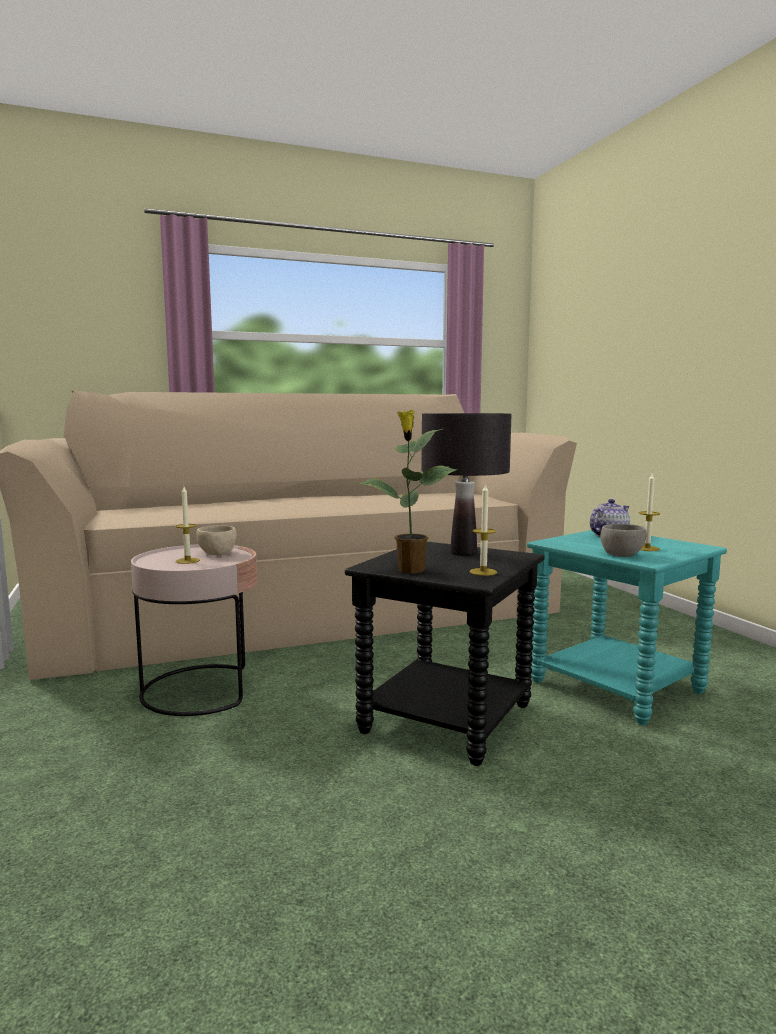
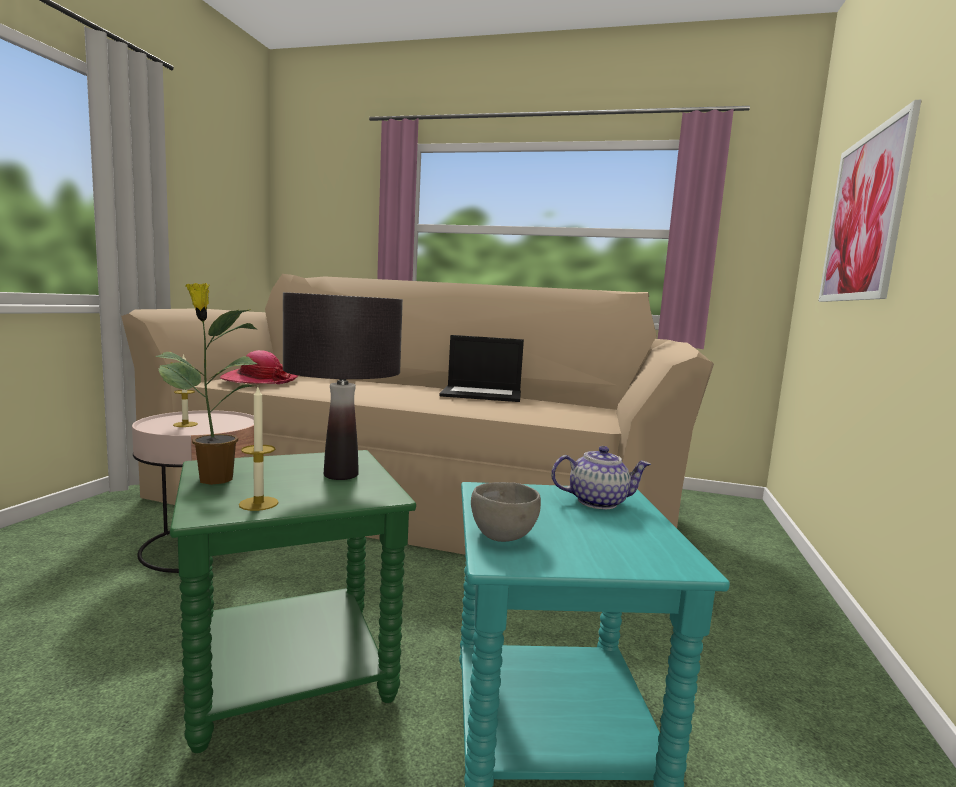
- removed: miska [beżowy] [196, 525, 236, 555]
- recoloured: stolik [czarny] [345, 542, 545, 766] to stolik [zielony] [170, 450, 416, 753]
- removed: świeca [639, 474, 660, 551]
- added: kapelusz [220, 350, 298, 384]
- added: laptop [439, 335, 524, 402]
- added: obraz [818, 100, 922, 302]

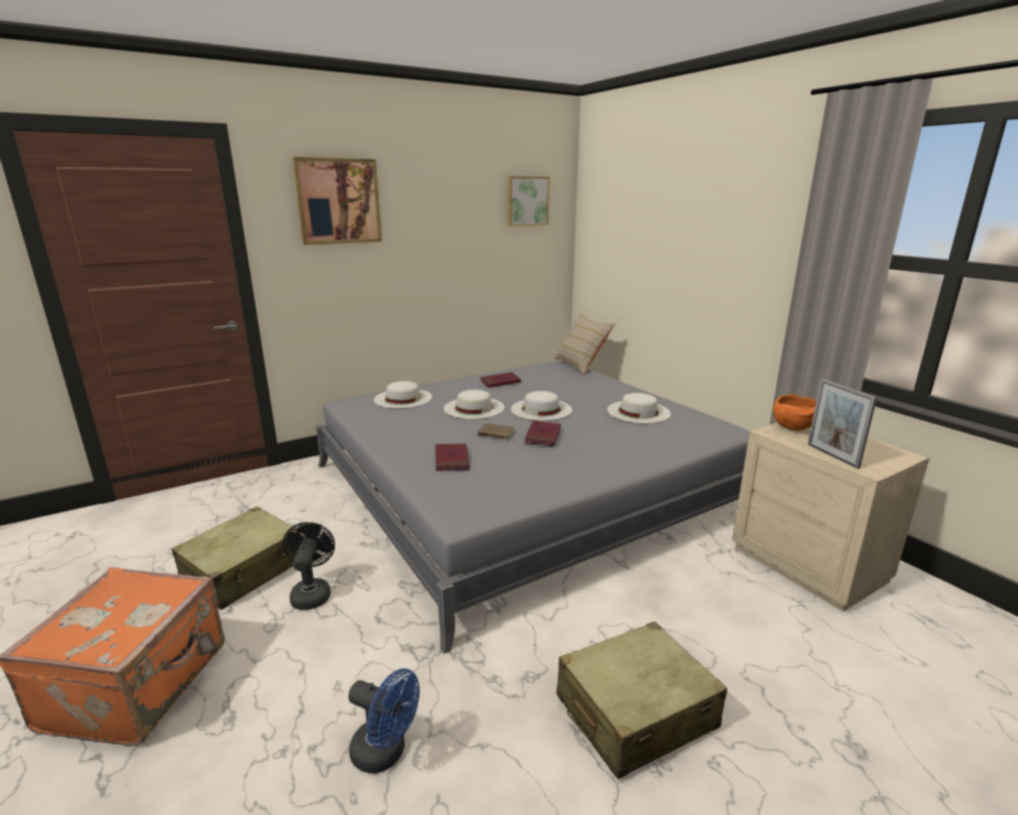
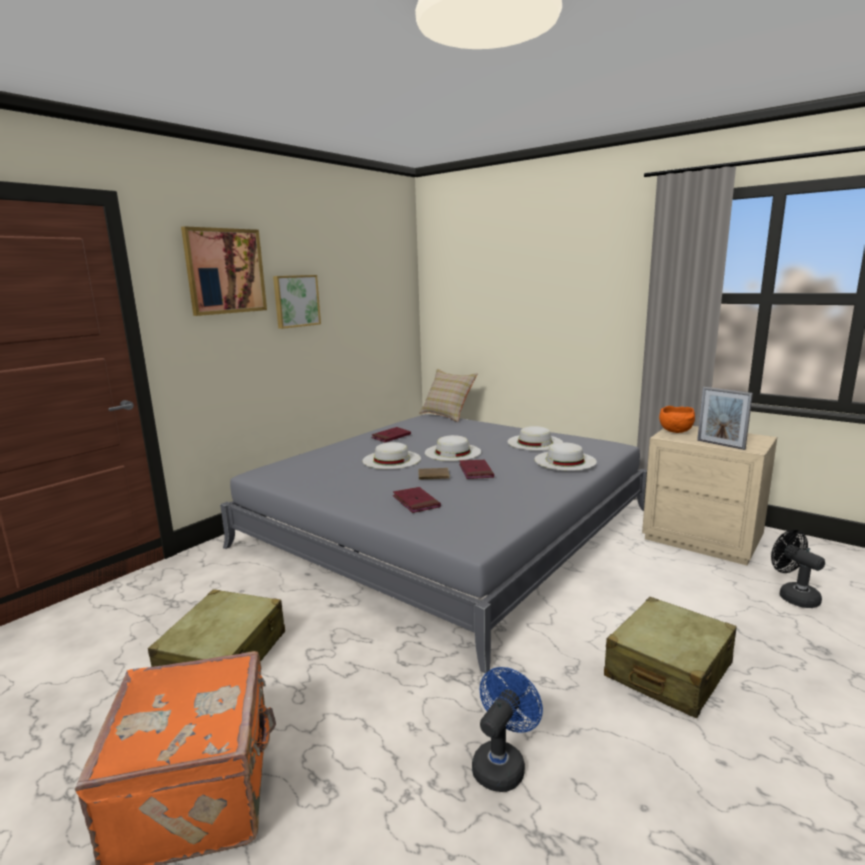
- moved: wentylator [czarny] [282, 522, 335, 610] to [771, 529, 825, 608]
- turned: wentylator [niebieski] [349, 668, 420, 774] = [472, 667, 543, 792] 60 degrees counterclockwise
- moved: kapelusz [biały] [374, 381, 432, 408] to [535, 442, 597, 471]
- moved: obraz [507, 176, 550, 226] to [273, 275, 321, 329]

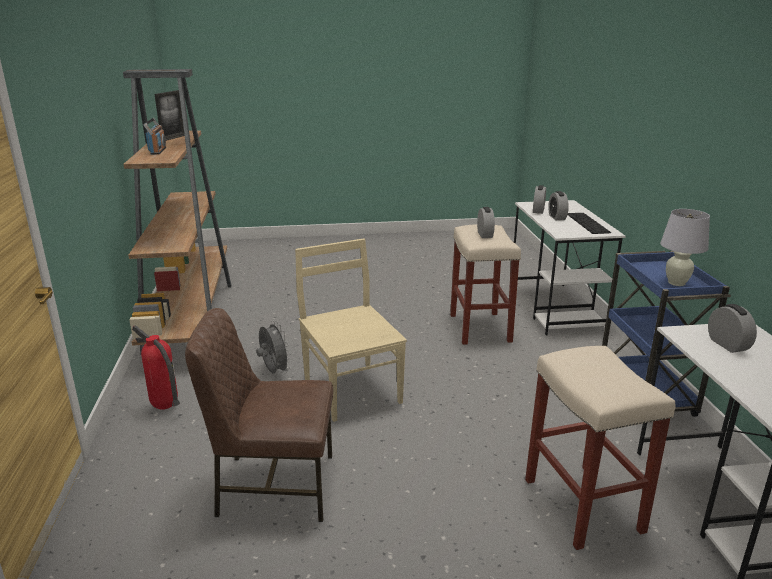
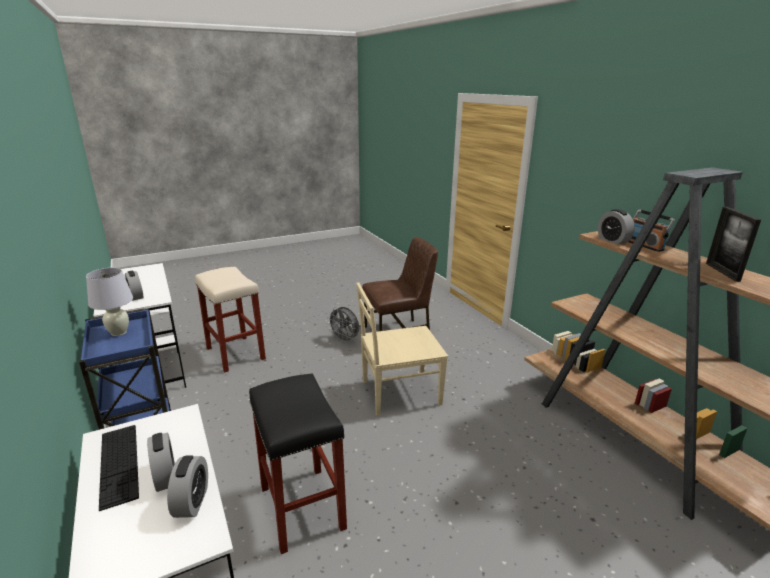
- removed: gaśnica [132, 325, 180, 410]
- moved: wentylator [szary] [256, 321, 291, 374] to [327, 307, 359, 343]
- turned: krzesło [beżowy] [295, 238, 407, 422] = [356, 282, 448, 416] 120 degrees clockwise
- recoloured: stołek [beżowy] [450, 224, 521, 345] to stołek [czarny] [249, 373, 347, 554]
- moved: budzik [477, 207, 495, 238] to [598, 209, 635, 245]

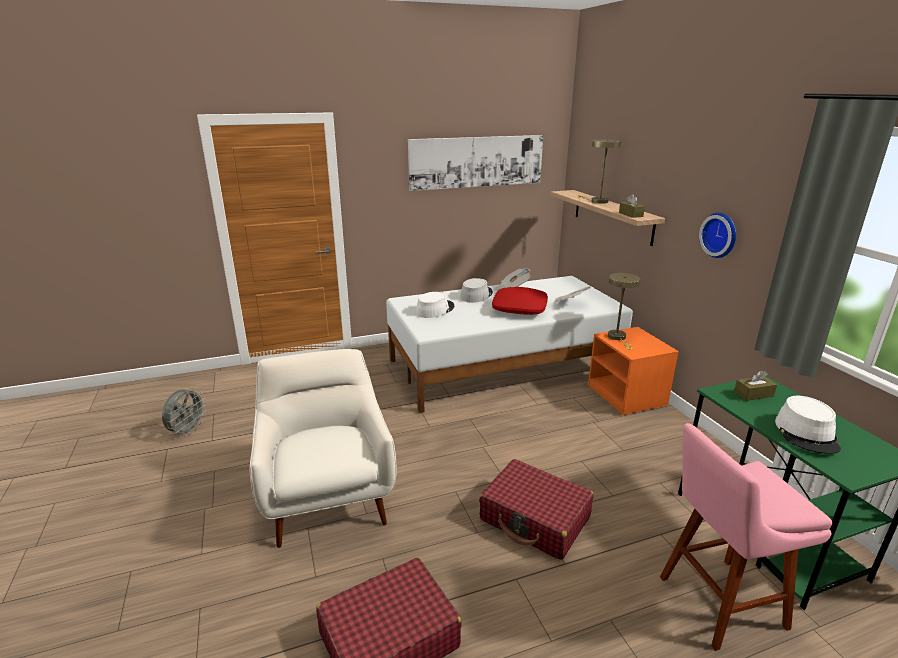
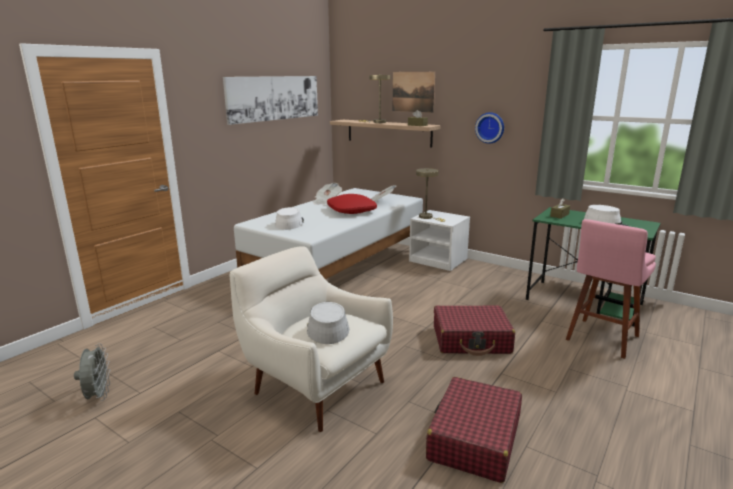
- moved: kapelusz [szary] [460, 278, 493, 303] to [307, 302, 349, 344]
- recoloured: szafka nocna [pomarańczowy] [588, 327, 679, 415] to szafka nocna [biały] [409, 210, 470, 271]
- added: obraz [393, 72, 435, 113]

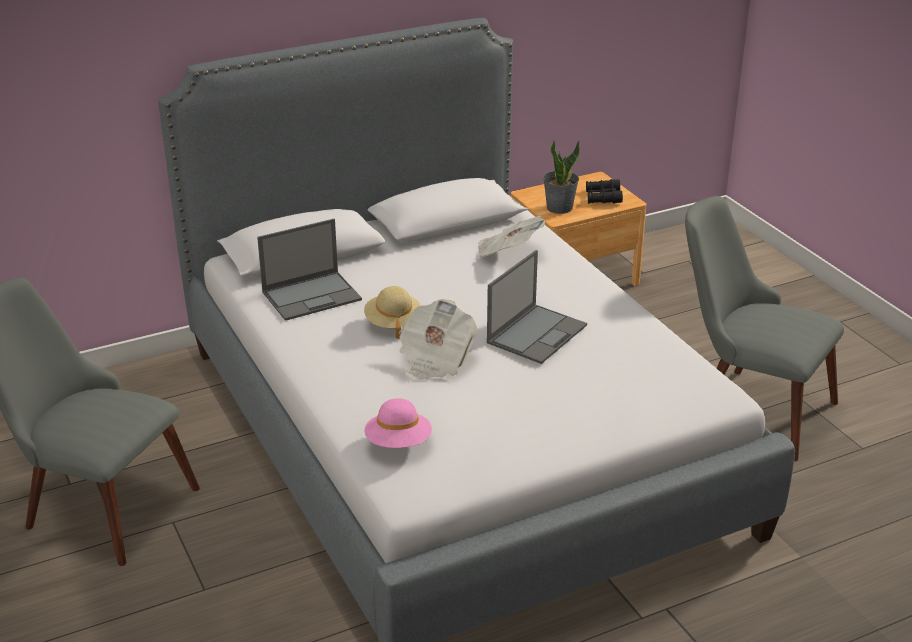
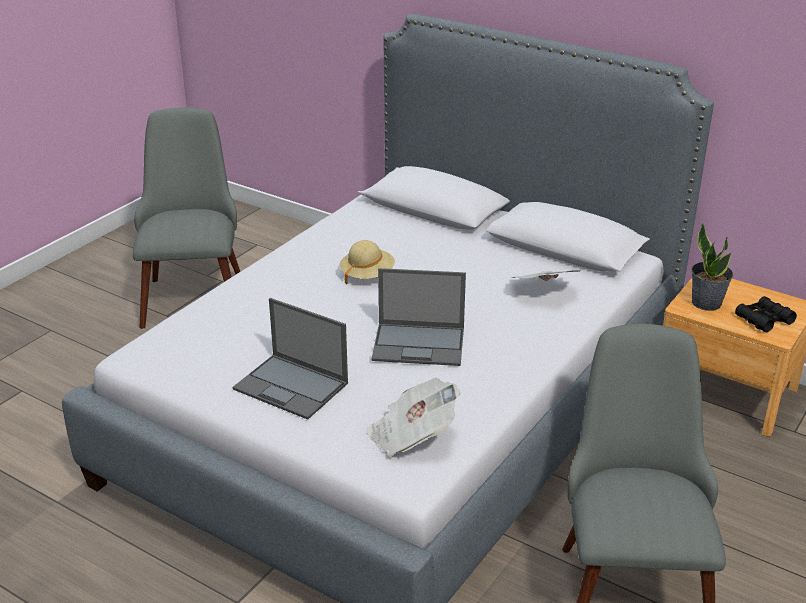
- moved: laptop [257, 219, 362, 321] to [233, 298, 348, 420]
- removed: kapelusz [różowy] [365, 398, 432, 448]
- moved: gazeta [399, 299, 477, 380] to [366, 378, 460, 456]

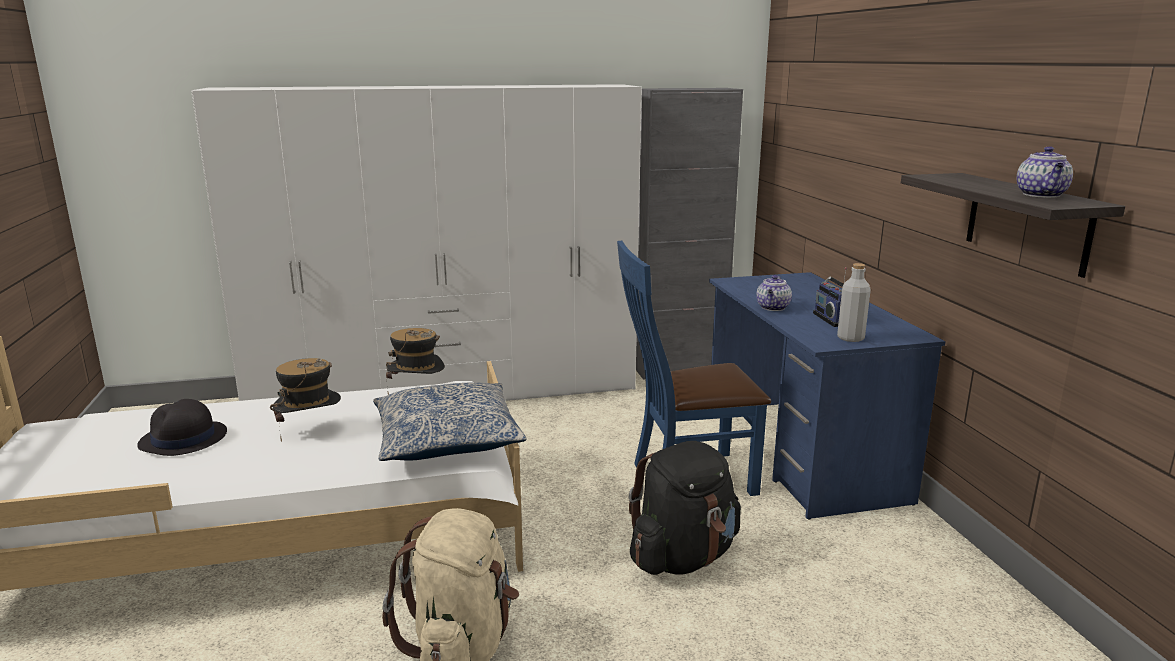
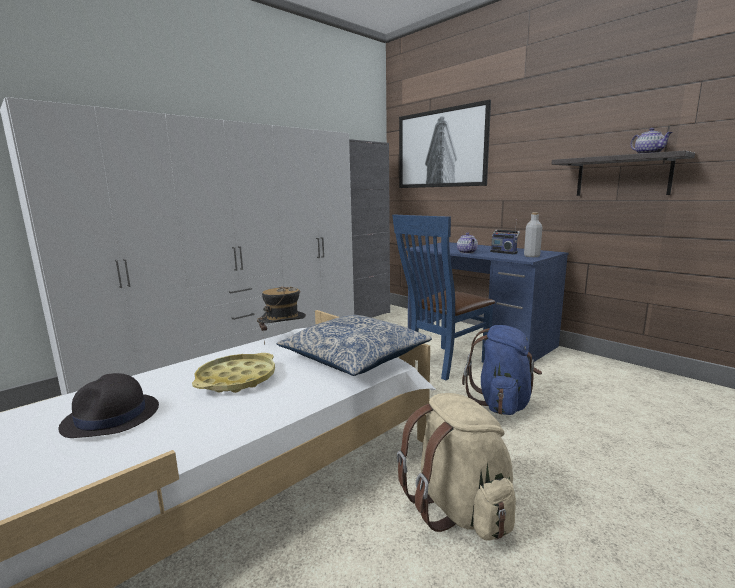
- replaced: kapelusz [270, 358, 341, 442] to taca [żółty] [192, 353, 275, 393]
- recoloured: plecak [czarny] [629, 441, 741, 575] to plecak [niebieski] [462, 325, 542, 415]
- added: obraz [399, 100, 491, 188]

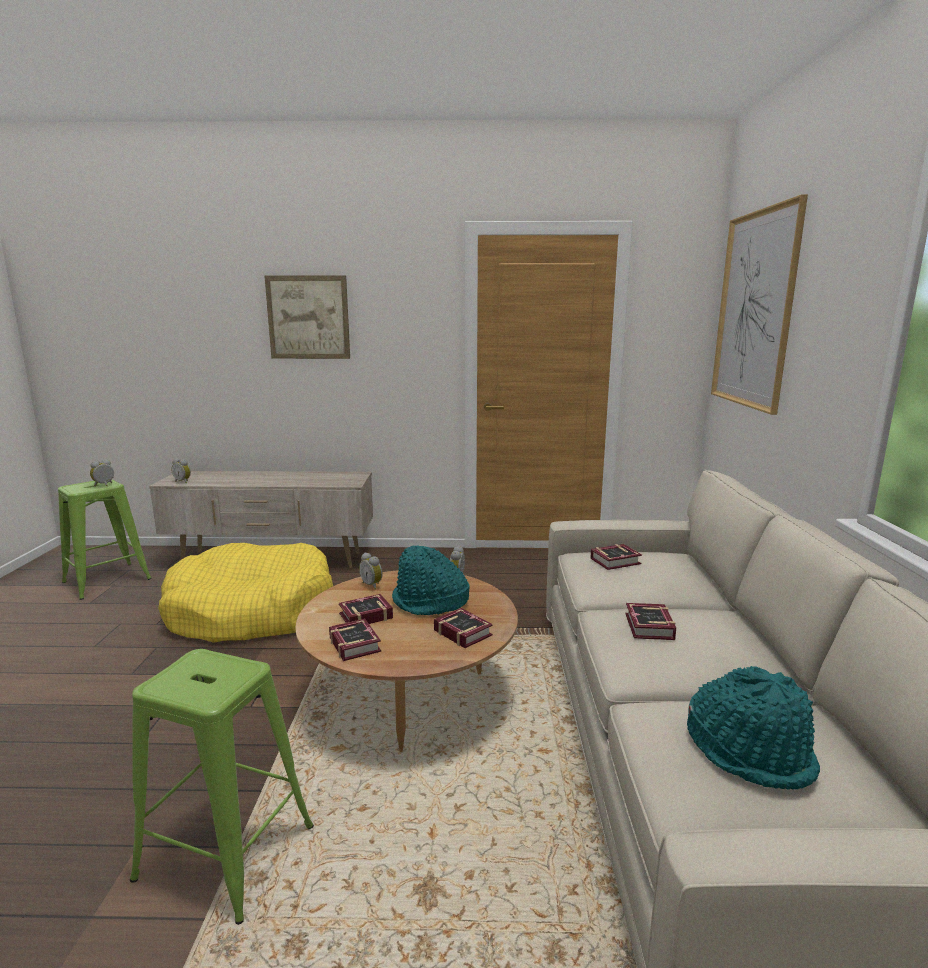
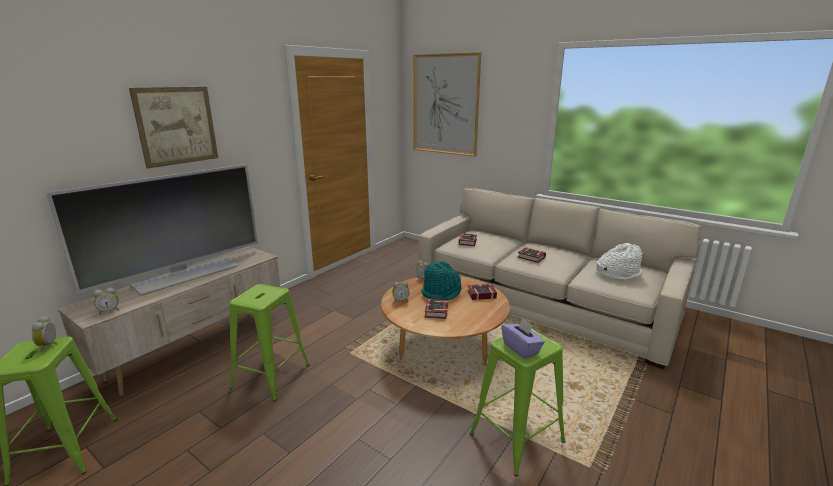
- replaced: legowisko [żółty] [158, 543, 333, 643] to stołek [zielony] [230, 284, 310, 401]
- removed: książka [329, 619, 381, 661]
- recoloured: kapelusz [turkusowy] [687, 666, 820, 790] to kapelusz [biały] [596, 243, 643, 281]
- added: telewizor [46, 164, 258, 295]
- added: pudełko chusteczek [fioletowy] [502, 318, 545, 358]

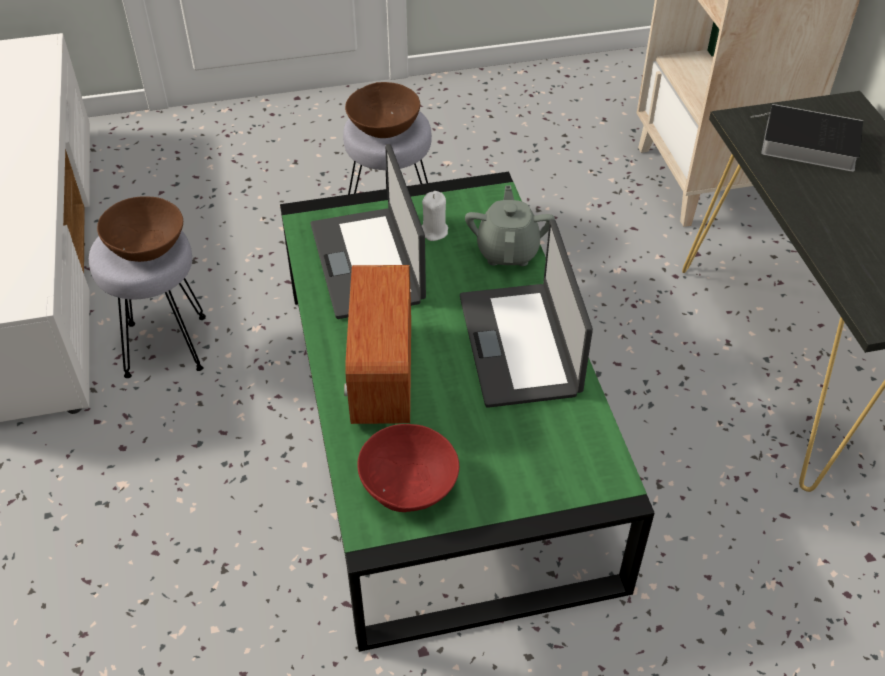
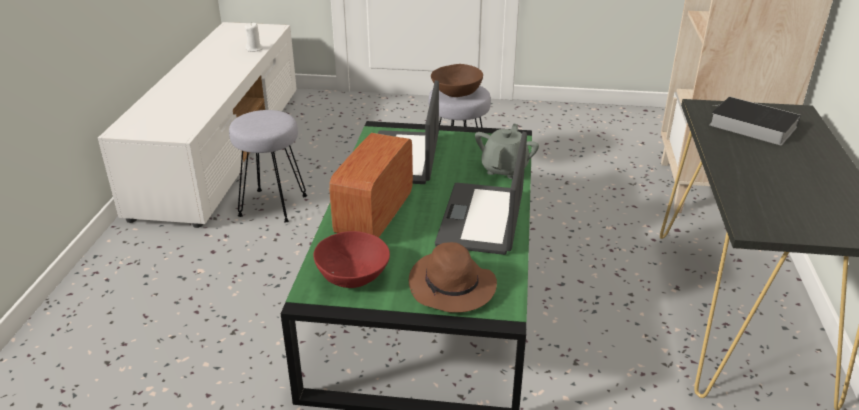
- removed: miska [brązowy] [97, 196, 183, 262]
- moved: świeca [biały] [422, 191, 448, 241] to [245, 23, 263, 52]
- added: kapelusz [brązowy] [409, 242, 497, 313]

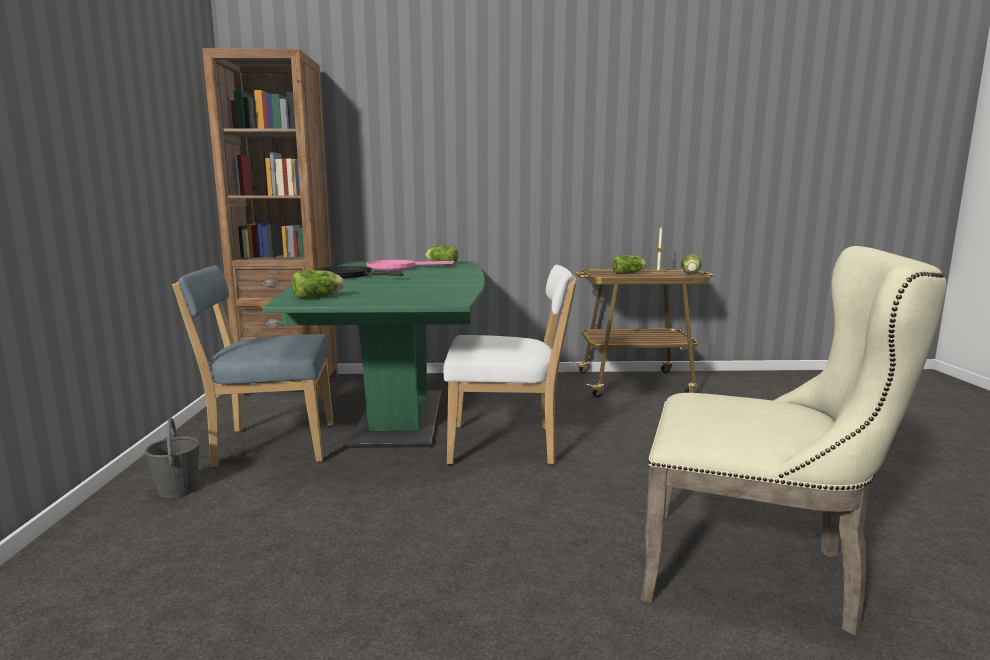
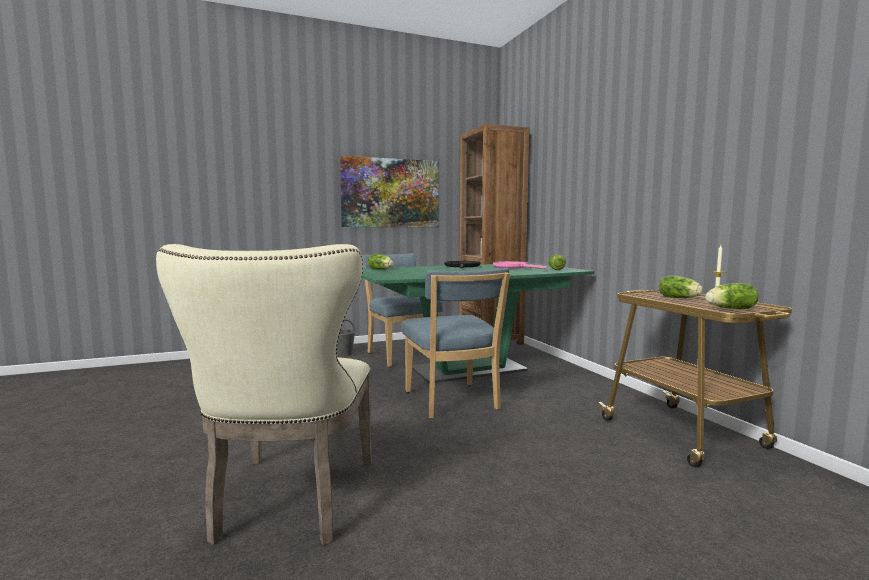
- recoloured: krzesło [biały] [443, 265, 576, 465] to krzesło [niebieski] [402, 268, 510, 419]
- added: obraz [340, 156, 439, 227]

